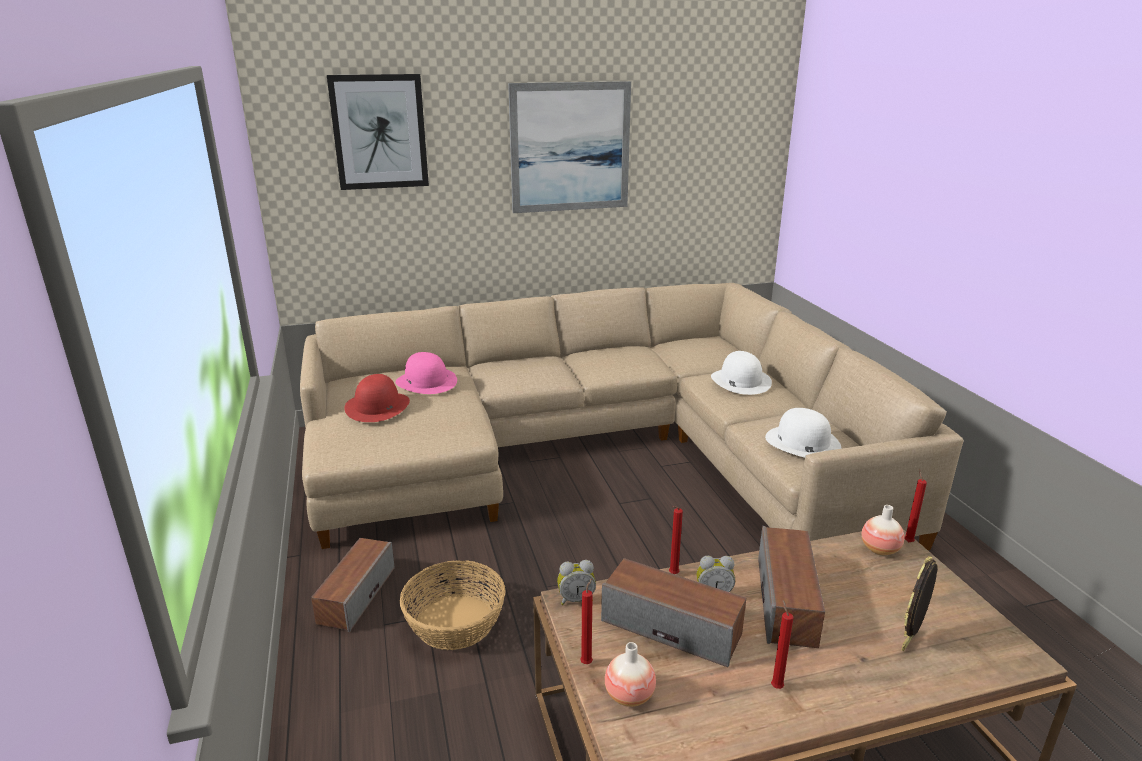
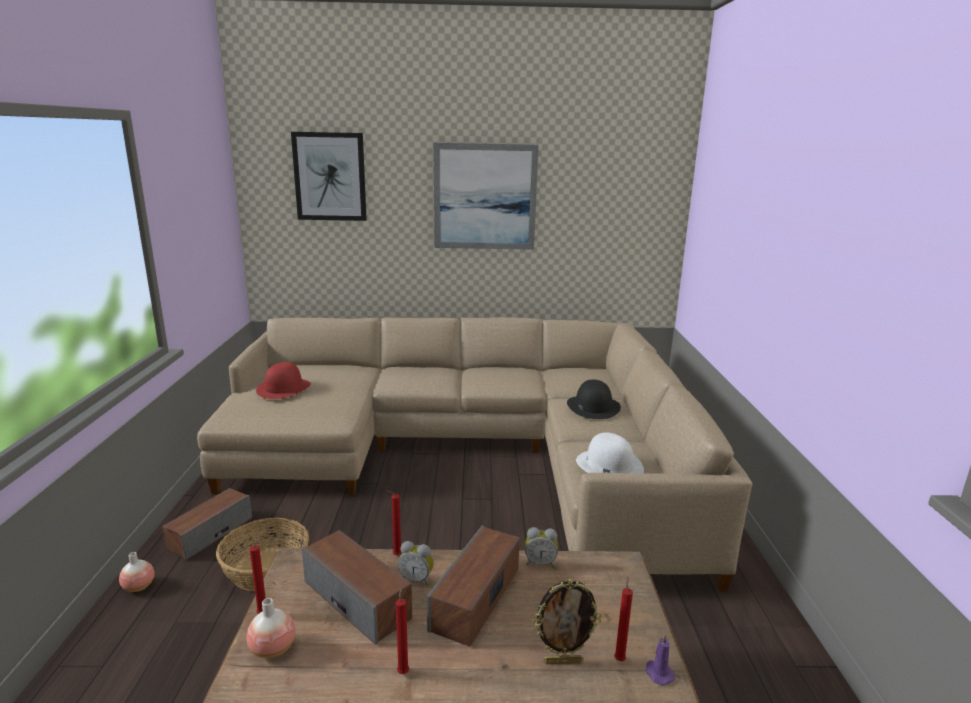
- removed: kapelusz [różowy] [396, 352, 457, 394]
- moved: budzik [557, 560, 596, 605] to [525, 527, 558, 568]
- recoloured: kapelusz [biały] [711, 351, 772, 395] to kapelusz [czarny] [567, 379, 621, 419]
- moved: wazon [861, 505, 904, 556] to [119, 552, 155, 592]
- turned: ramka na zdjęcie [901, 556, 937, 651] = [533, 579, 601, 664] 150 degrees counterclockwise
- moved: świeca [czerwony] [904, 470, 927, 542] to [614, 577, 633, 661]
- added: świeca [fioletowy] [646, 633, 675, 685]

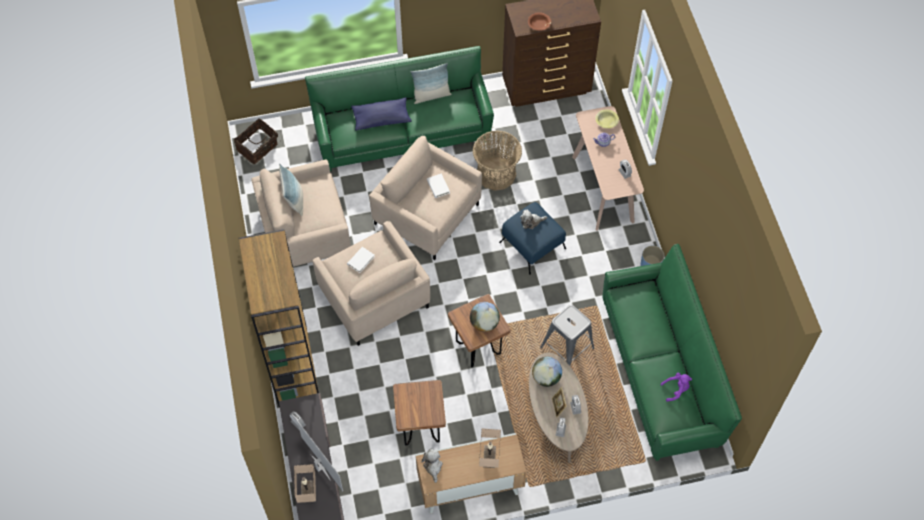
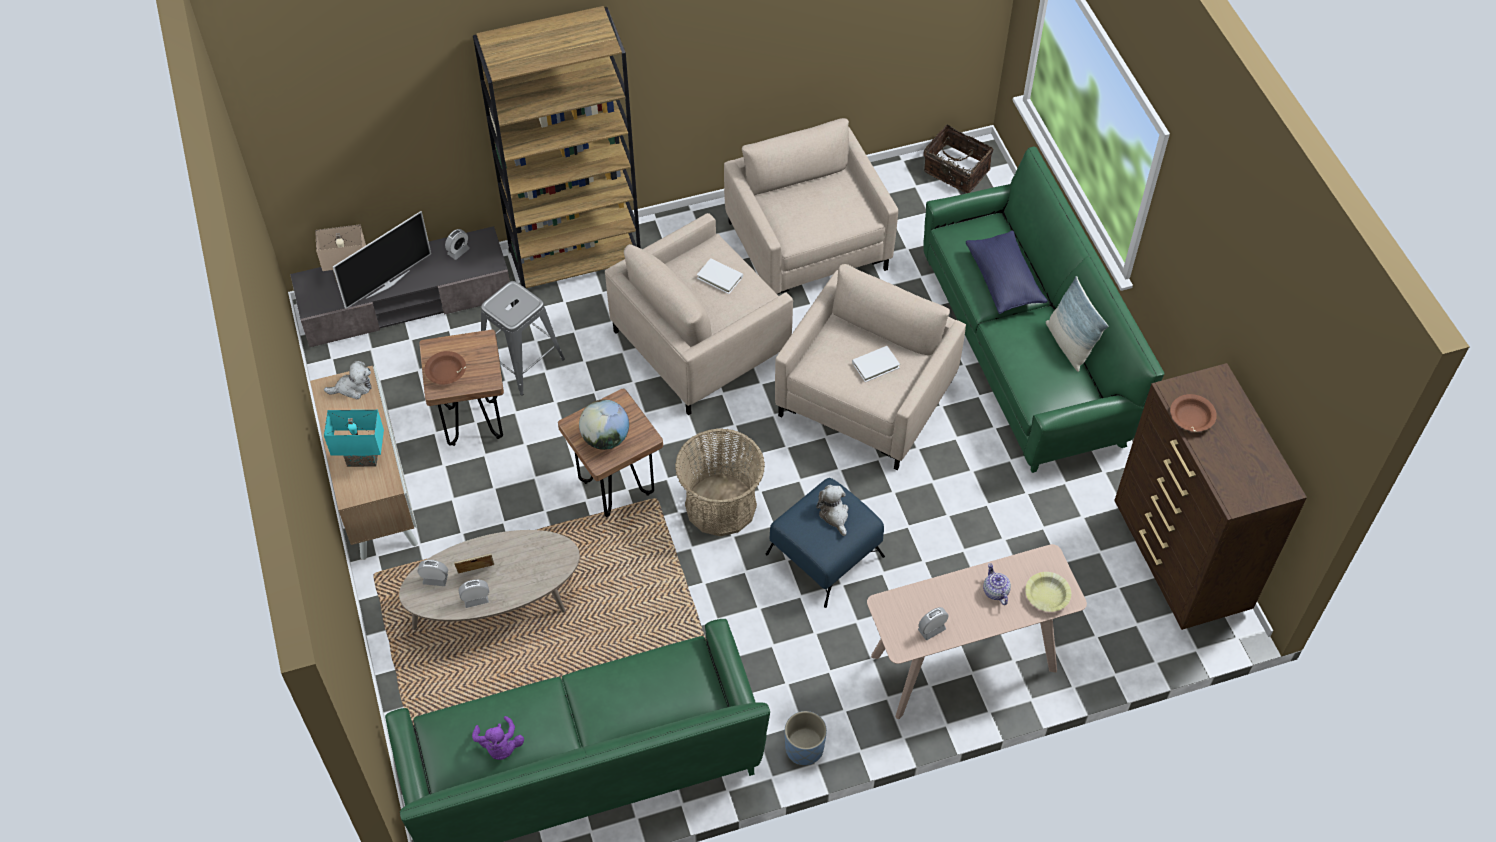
- removed: poduszka [279, 164, 303, 216]
- moved: koszyk [473, 131, 522, 191] to [675, 428, 765, 536]
- recoloured: lampa stołowa [beżowy] [479, 429, 501, 468] to lampa stołowa [turkusowy] [324, 410, 384, 467]
- removed: globus [532, 356, 562, 387]
- moved: stołek [szary] [540, 305, 594, 366] to [481, 281, 565, 395]
- added: miska [brązowy] [424, 351, 466, 384]

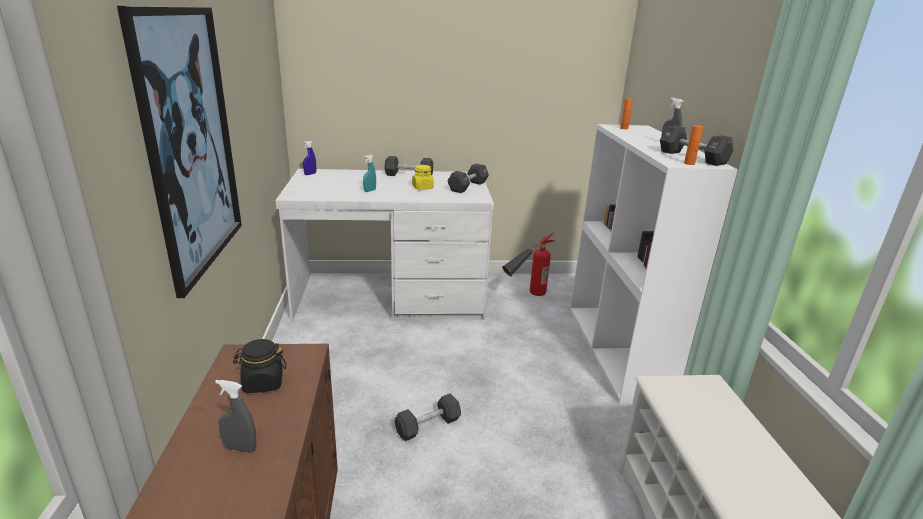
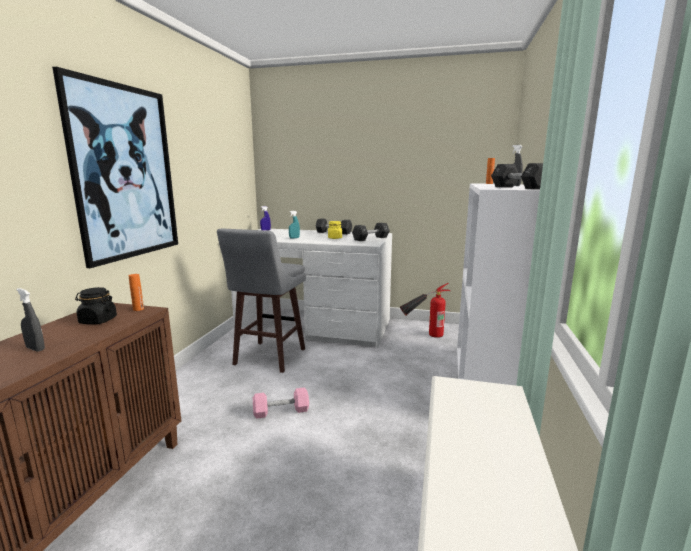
- recoloured: hantel [czarny] [395, 393, 461, 441] to hantel [różowy] [253, 387, 309, 419]
- moved: butelka [pomarańczowy] [684, 125, 703, 165] to [129, 274, 144, 311]
- added: stołek [szary] [217, 229, 306, 373]

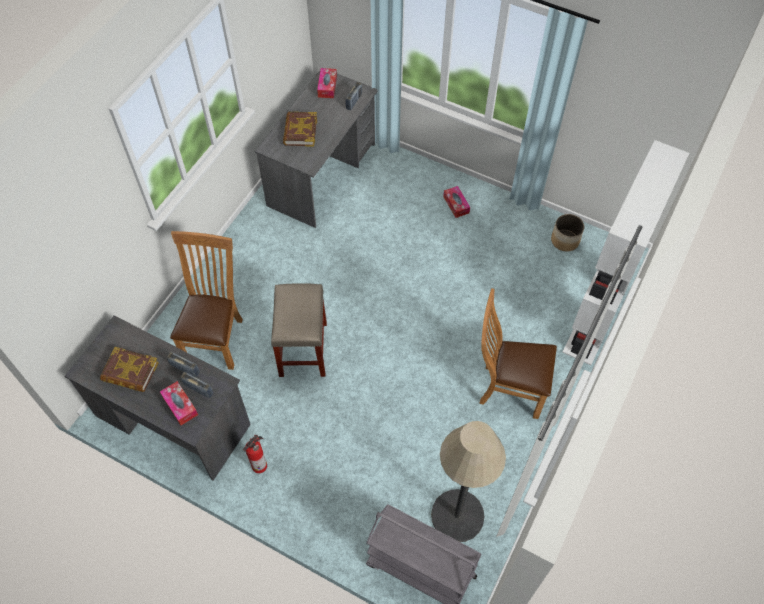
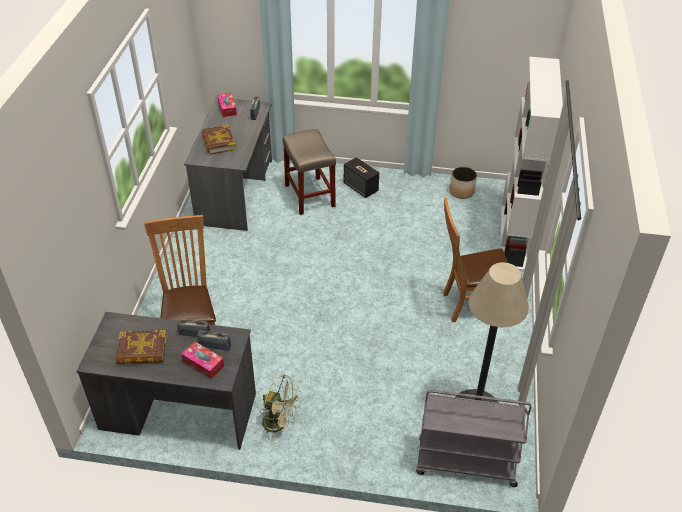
- replaced: gaśnica [243, 434, 267, 473] to wentylator [zielony] [260, 375, 302, 442]
- moved: stołek [beżowy] [271, 283, 327, 377] to [283, 129, 336, 215]
- replaced: pudełko chusteczek [443, 186, 470, 218] to głośnik [344, 157, 379, 198]

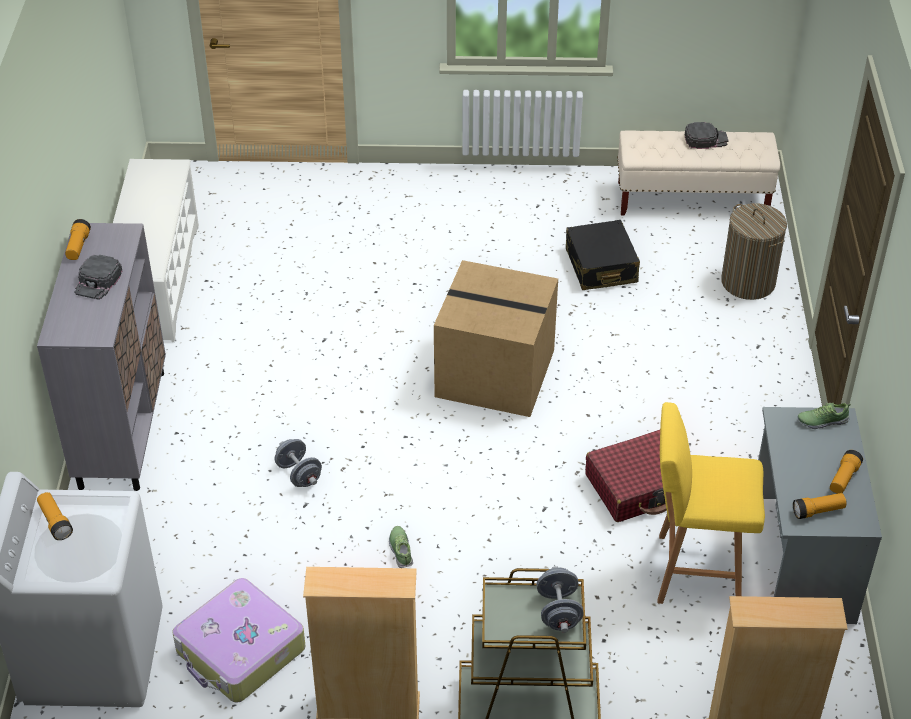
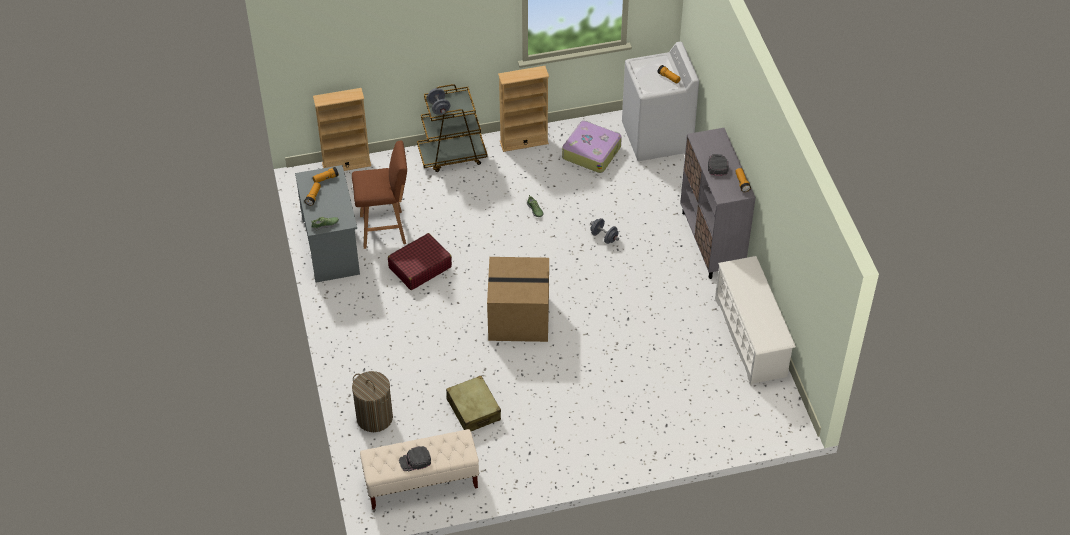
- recoloured: walizka [czarny] [566, 220, 640, 290] to walizka [beżowy] [446, 376, 501, 431]
- recoloured: stołek [żółty] [658, 402, 765, 604] to stołek [brązowy] [352, 141, 407, 249]

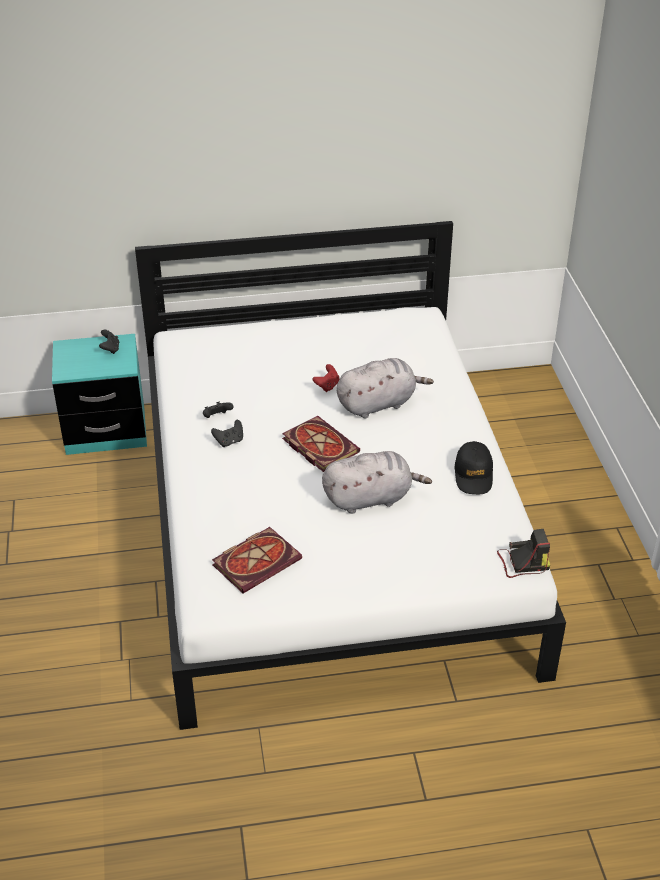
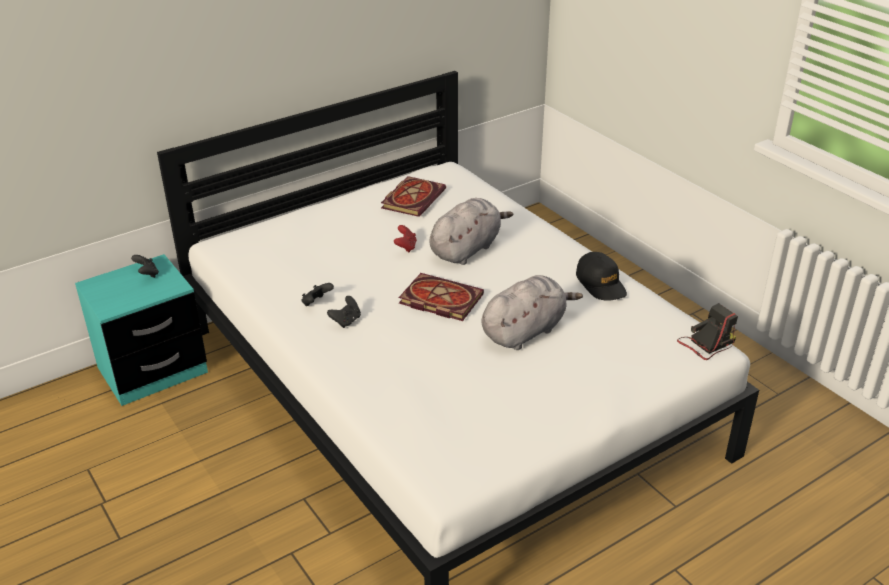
- moved: książka [212, 527, 302, 594] to [381, 176, 446, 217]

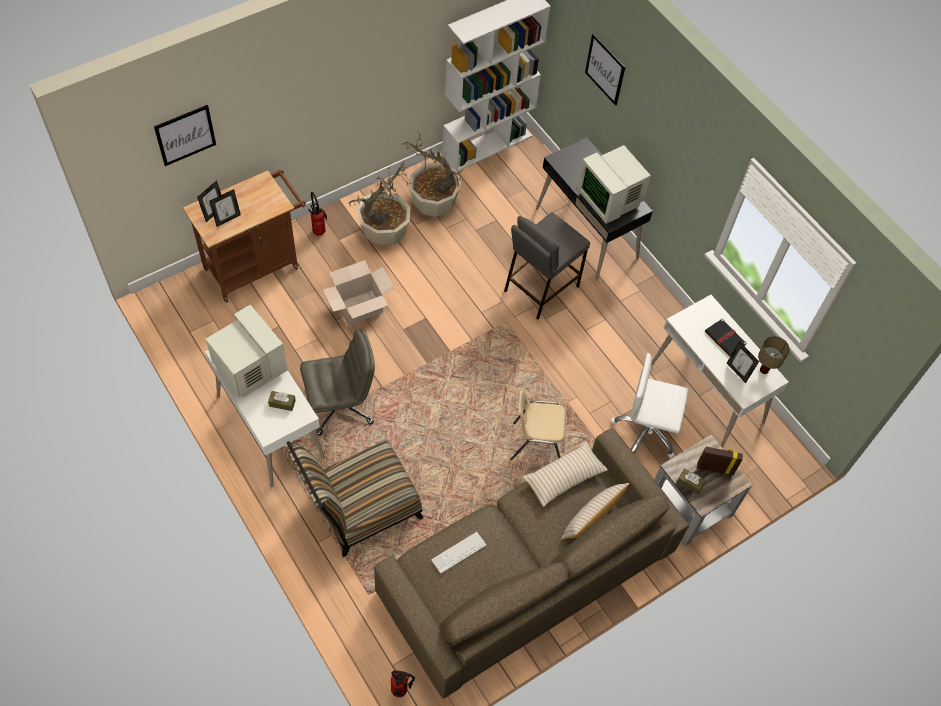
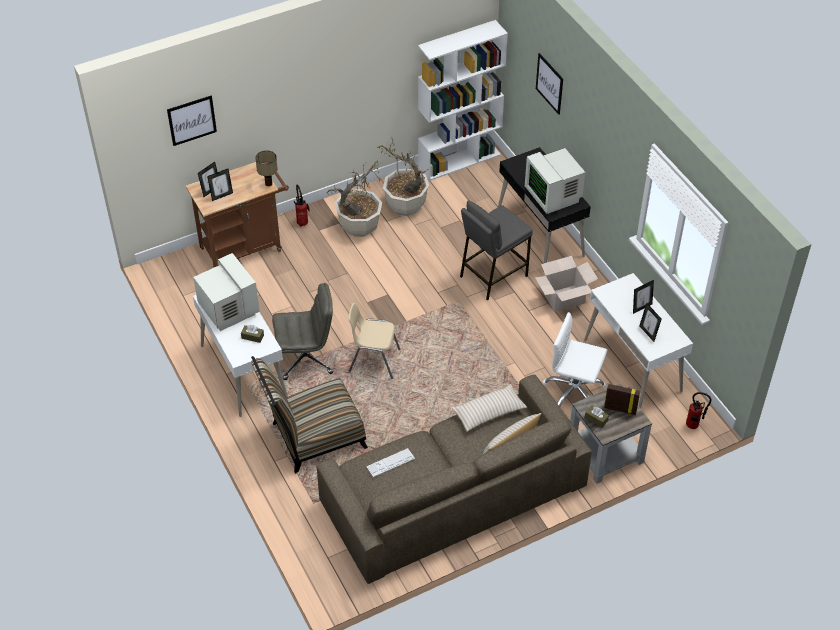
- moved: karton [323, 260, 394, 326] to [535, 256, 598, 312]
- moved: gaśnica [391, 670, 415, 697] to [686, 392, 711, 429]
- moved: krzesło [beżowy] [510, 390, 566, 460] to [348, 303, 401, 379]
- replaced: książka [czarny] [705, 318, 747, 357] to ramka na zdjęcie [633, 280, 654, 314]
- moved: lampa stołowa [758, 336, 790, 374] to [255, 150, 278, 186]

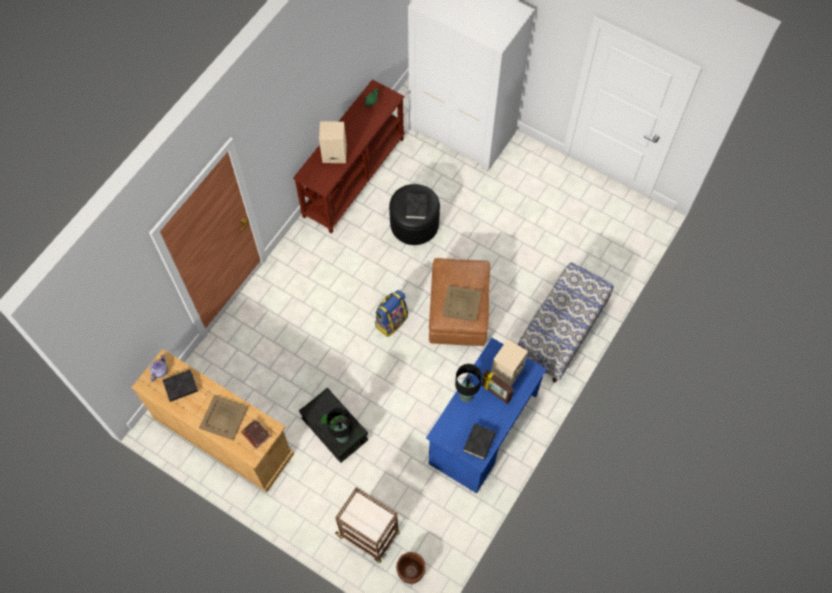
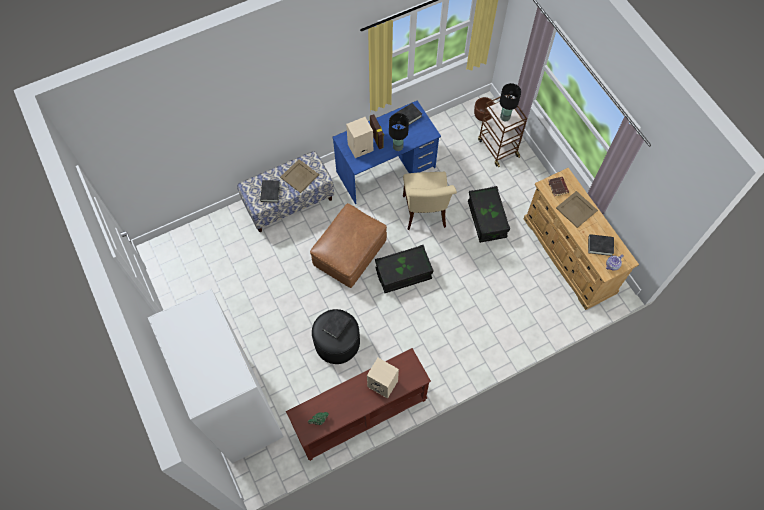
- moved: lampa stołowa [czarny] [327, 408, 353, 443] to [500, 83, 521, 121]
- replaced: plecak [375, 290, 408, 337] to pojemnik do przechowywania [czarny] [375, 245, 434, 293]
- moved: taca [beżowy] [442, 285, 481, 322] to [280, 159, 319, 193]
- added: książka [czarny] [260, 180, 280, 202]
- added: krzesło [beżowy] [403, 172, 457, 230]

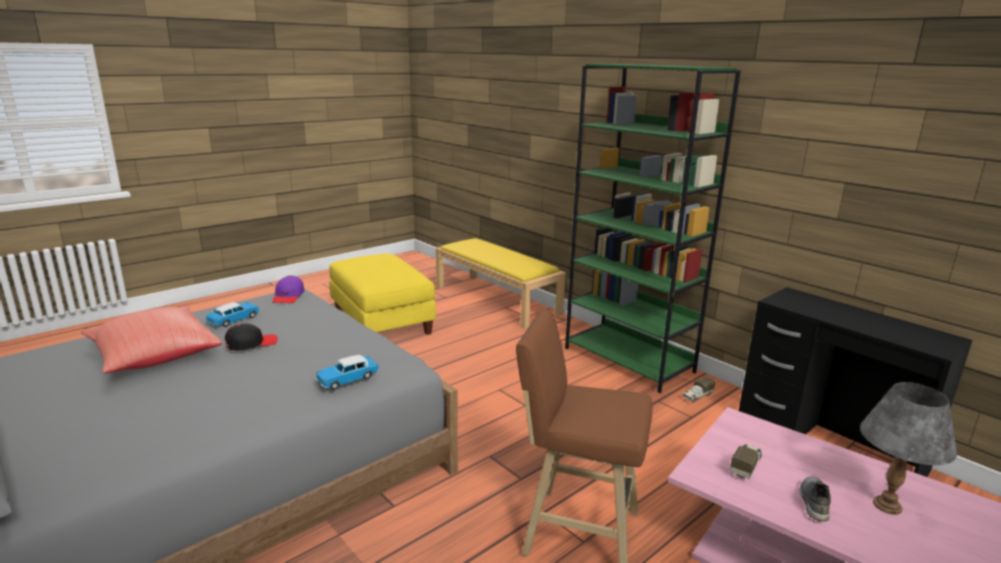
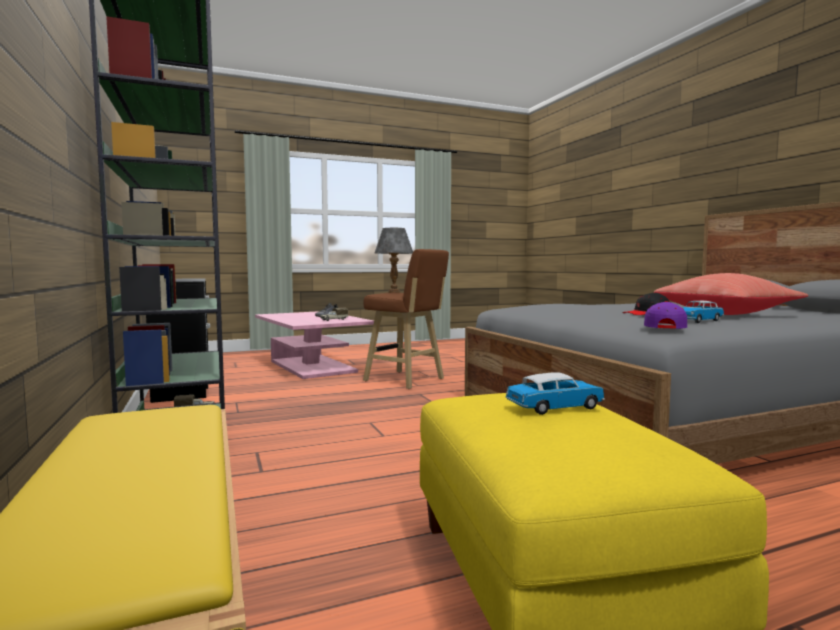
- moved: samochodzik [316, 355, 379, 390] to [506, 373, 605, 415]
- moved: lampa stołowa [szary] [860, 382, 957, 515] to [374, 228, 413, 293]

